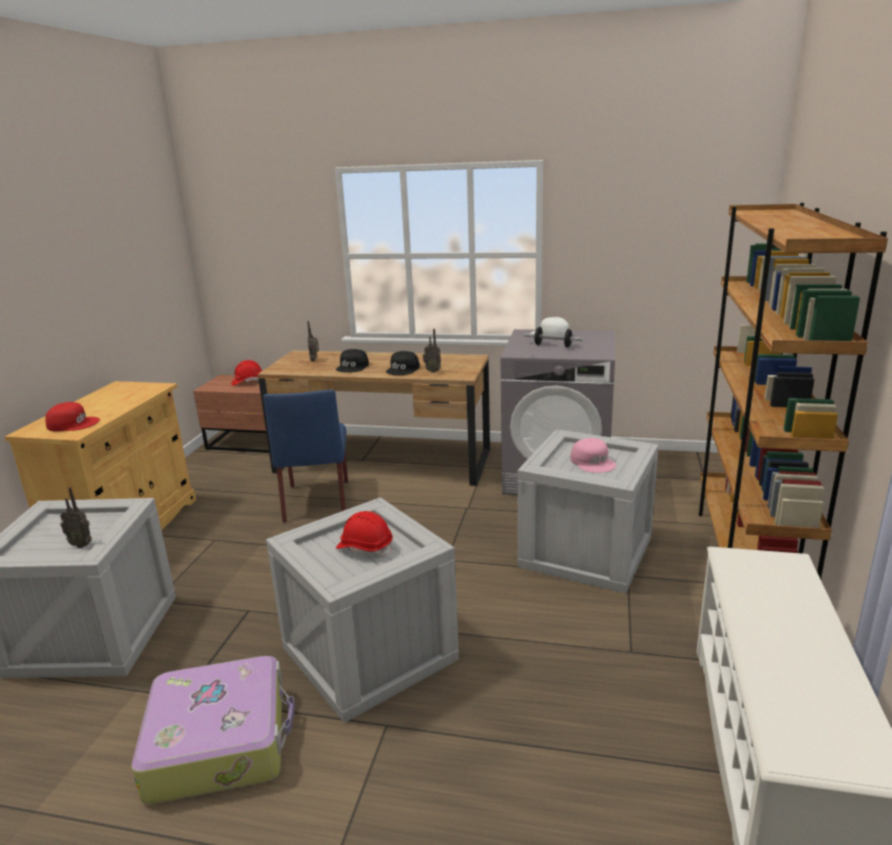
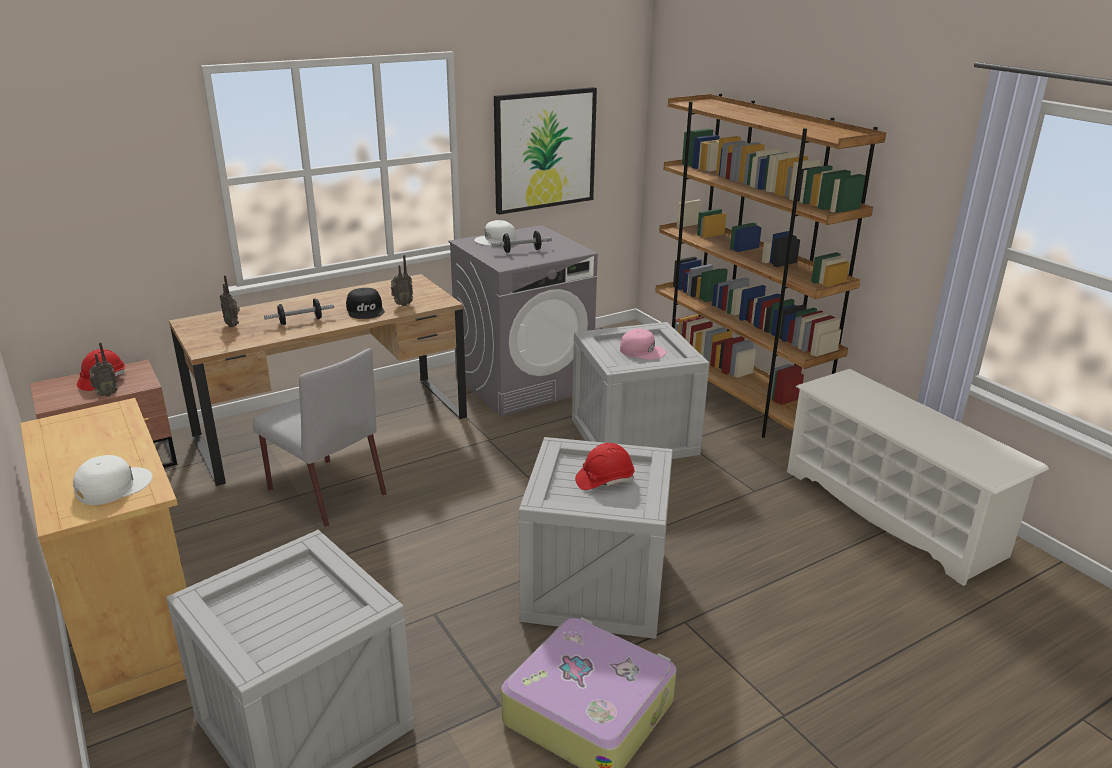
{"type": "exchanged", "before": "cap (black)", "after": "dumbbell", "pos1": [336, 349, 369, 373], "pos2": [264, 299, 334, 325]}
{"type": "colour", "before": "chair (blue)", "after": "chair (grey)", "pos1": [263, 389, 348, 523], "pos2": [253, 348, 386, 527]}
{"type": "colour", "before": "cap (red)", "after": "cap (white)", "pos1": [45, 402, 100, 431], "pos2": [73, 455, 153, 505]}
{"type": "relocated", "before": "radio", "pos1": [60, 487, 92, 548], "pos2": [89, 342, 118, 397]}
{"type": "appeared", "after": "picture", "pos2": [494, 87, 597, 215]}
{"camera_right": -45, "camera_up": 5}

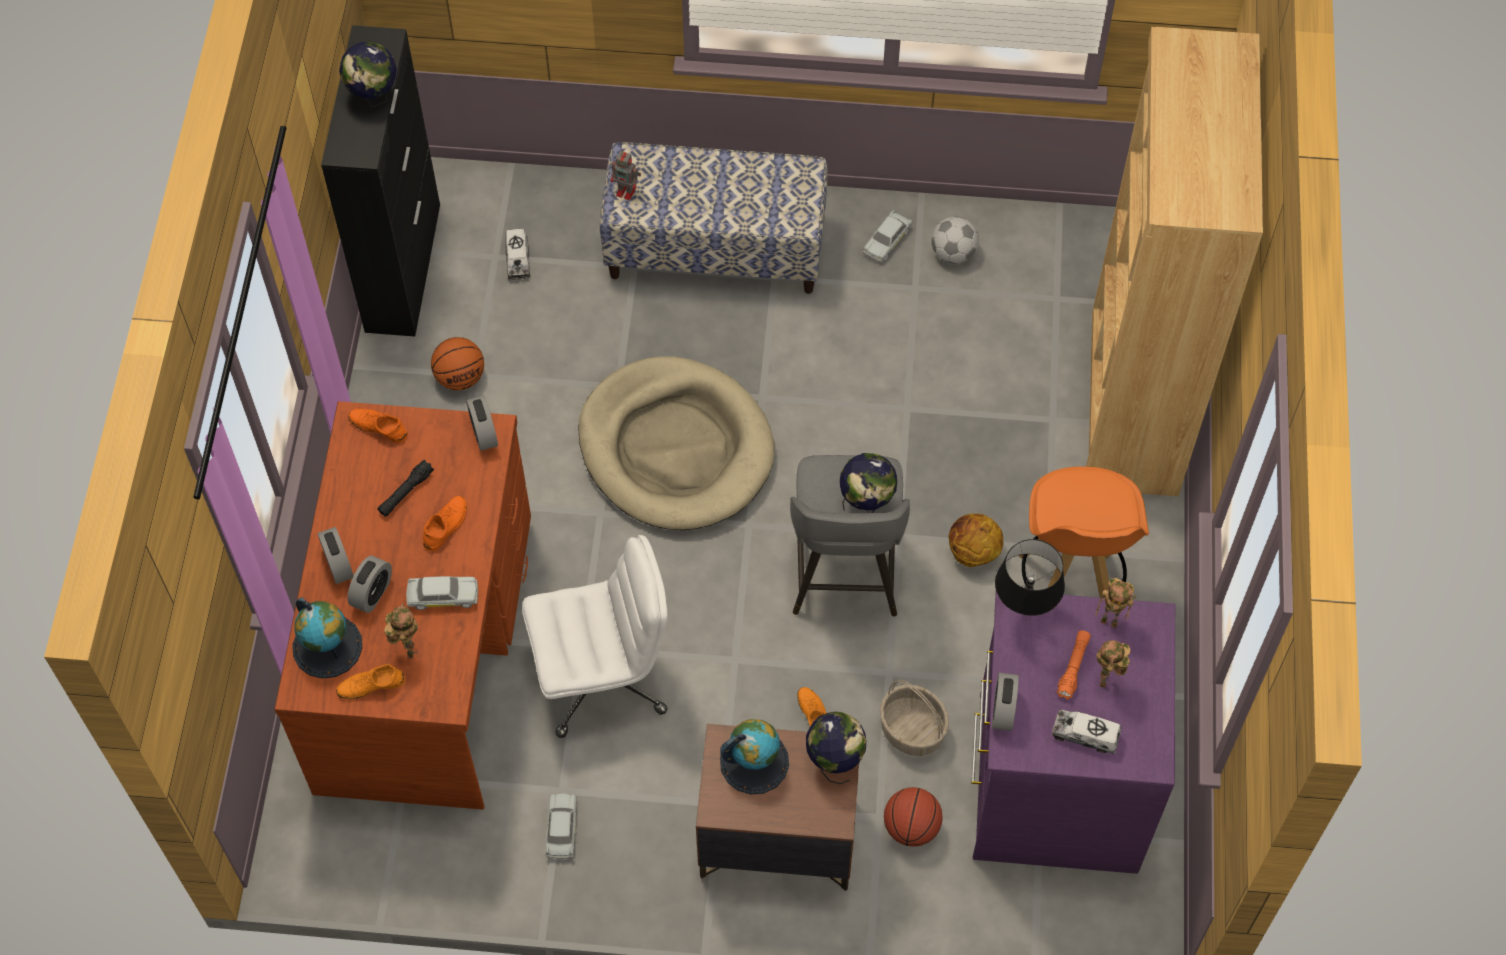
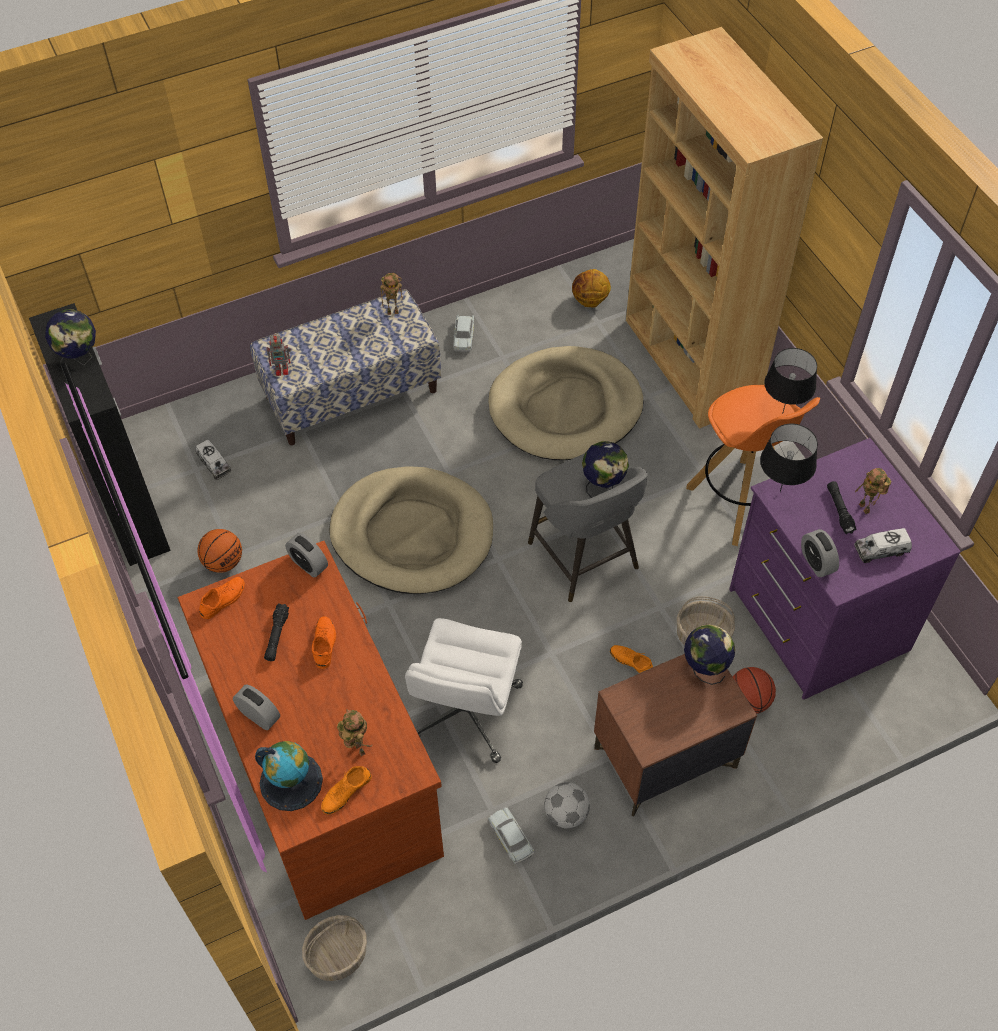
{"type": "relocated", "before": "football", "pos1": [931, 216, 979, 264], "pos2": [544, 782, 590, 829]}
{"type": "spun", "before": "shoe (orange)", "pos1": [348, 409, 408, 443], "pos2": [199, 577, 245, 619], "turn": 135}
{"type": "relocated", "before": "basketball", "pos1": [949, 514, 1004, 567], "pos2": [572, 269, 611, 308]}
{"type": "spun", "before": "office chair (white)", "pos1": [522, 535, 668, 738], "pos2": [405, 618, 523, 763], "turn": 150}
{"type": "missing", "before": "alarm clock", "pos1": [347, 555, 392, 613]}
{"type": "missing", "before": "toy car (white)", "pos1": [406, 576, 478, 610]}
{"type": "relocated", "before": "toy robot", "pos1": [1096, 578, 1136, 628], "pos2": [380, 273, 403, 315]}
{"type": "colour", "before": "flashlight (orange)", "after": "flashlight (black)", "pos1": [1057, 630, 1091, 700], "pos2": [827, 481, 856, 534]}
{"type": "missing", "before": "globe", "pos1": [720, 719, 789, 795]}
{"type": "appeared", "after": "dog bed (beige)", "pos2": [488, 346, 643, 460]}
{"type": "appeared", "after": "table lamp (black)", "pos2": [764, 348, 817, 414]}
{"type": "appeared", "after": "basket", "pos2": [302, 915, 367, 981]}
{"camera_right": -30, "camera_up": -5}

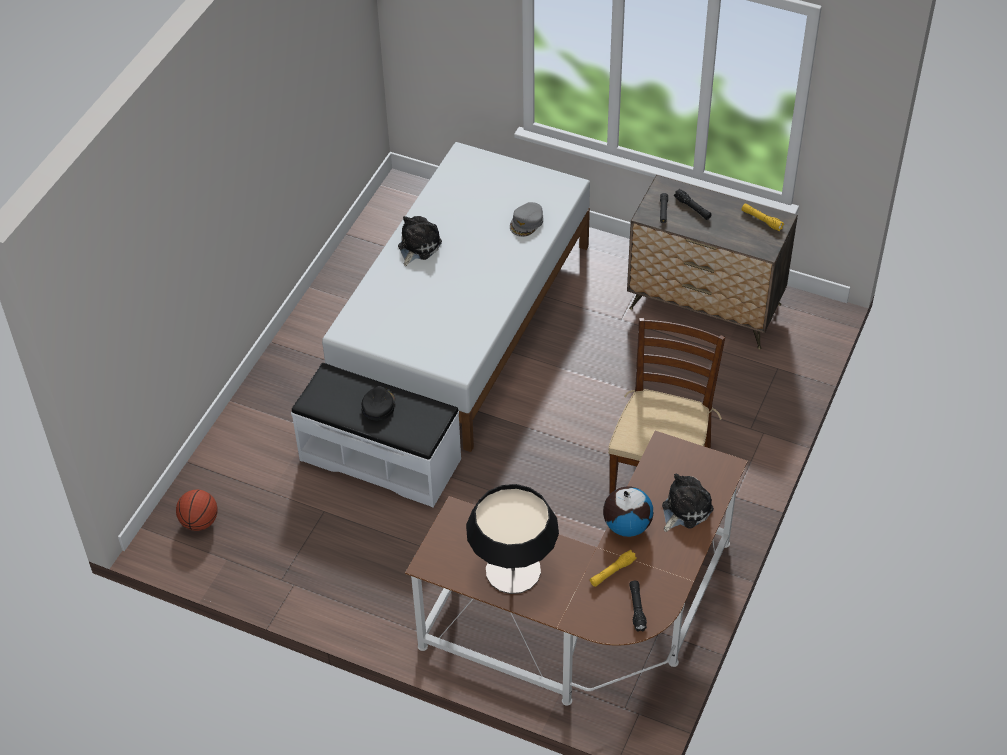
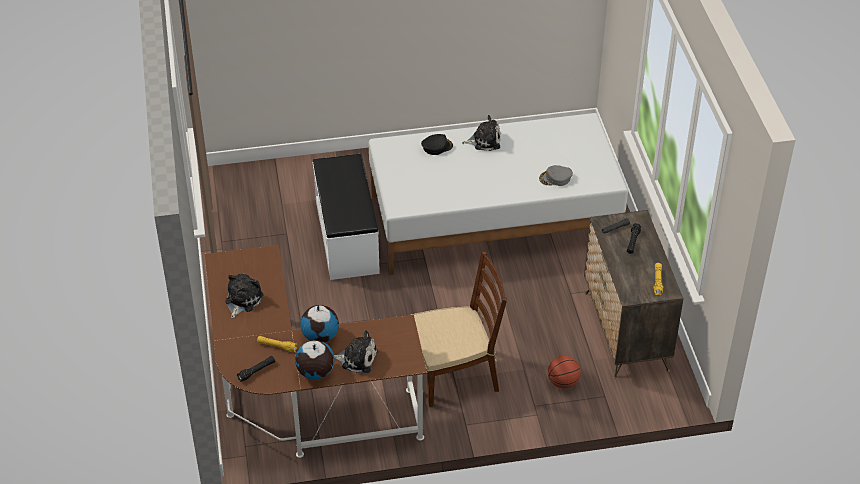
{"type": "relocated", "before": "cap (black)", "pos1": [361, 386, 395, 421], "pos2": [421, 134, 453, 155]}
{"type": "exchanged", "before": "table lamp", "after": "plush toy", "pos1": [466, 484, 559, 594], "pos2": [225, 274, 263, 318]}
{"type": "relocated", "before": "basketball", "pos1": [176, 490, 218, 531], "pos2": [548, 356, 581, 388]}
{"type": "appeared", "after": "globe", "pos2": [295, 340, 335, 380]}
{"camera_right": 55, "camera_up": -5}

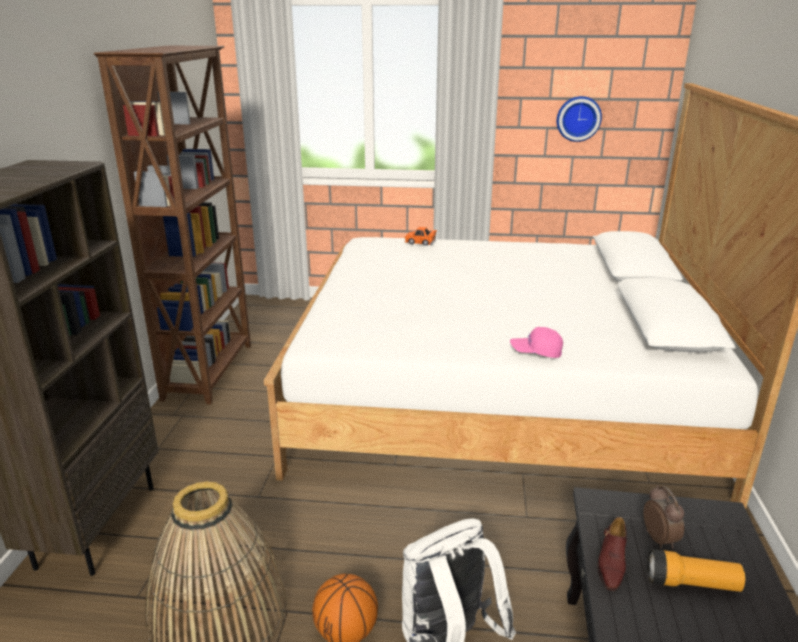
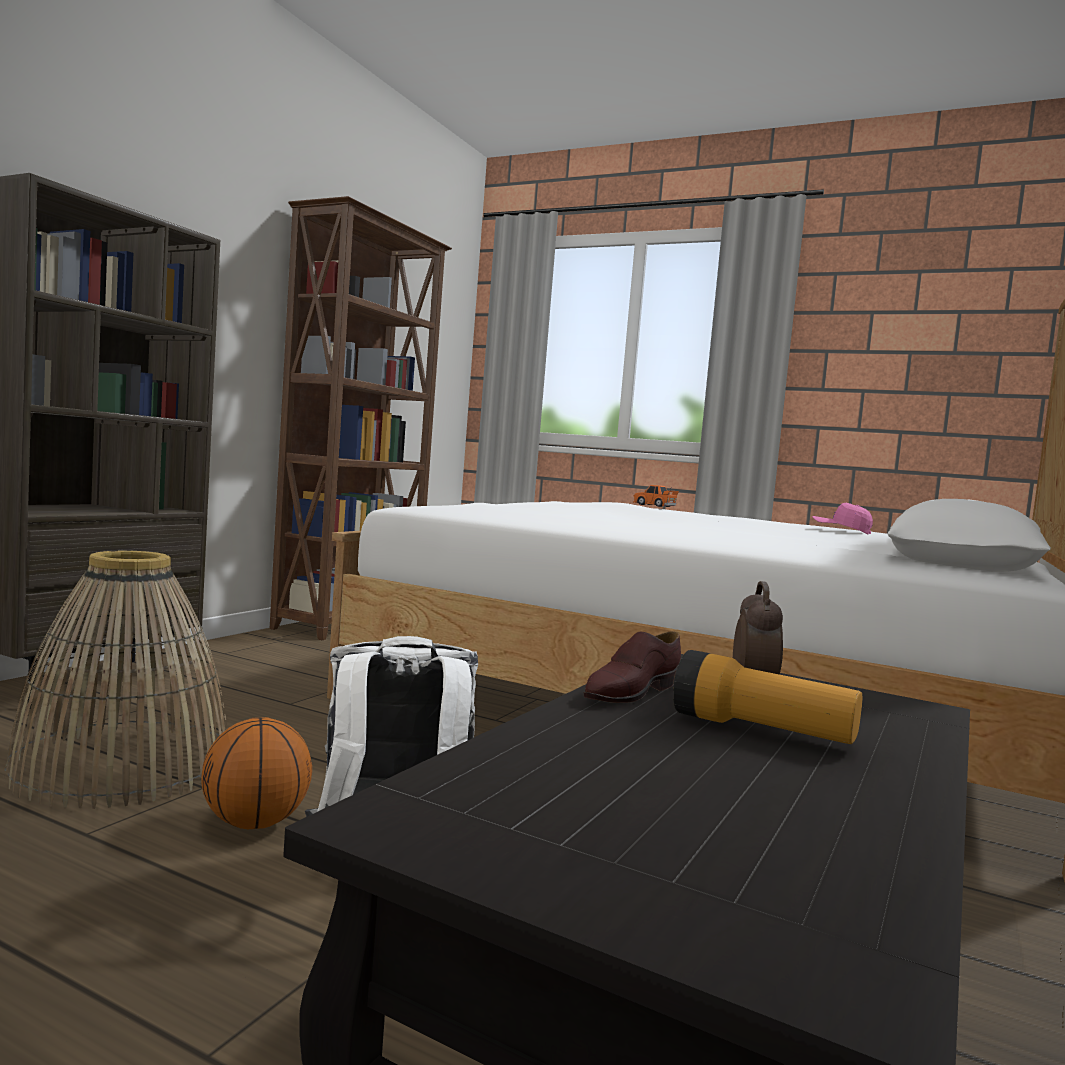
{"type": "missing", "before": "wall clock", "pos1": [557, 96, 602, 142]}
{"type": "relocated", "before": "cap (pink)", "pos1": [510, 327, 563, 358], "pos2": [812, 503, 873, 534]}
{"camera_right": 20, "camera_up": -20}

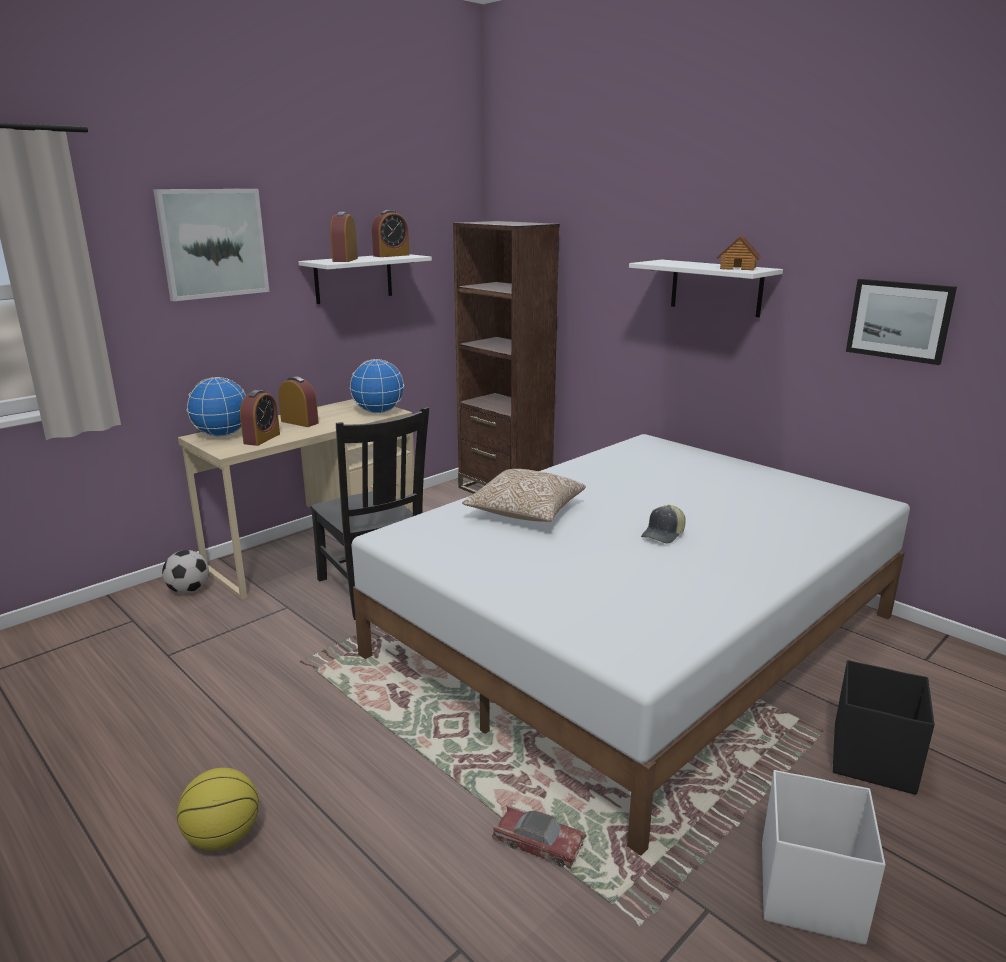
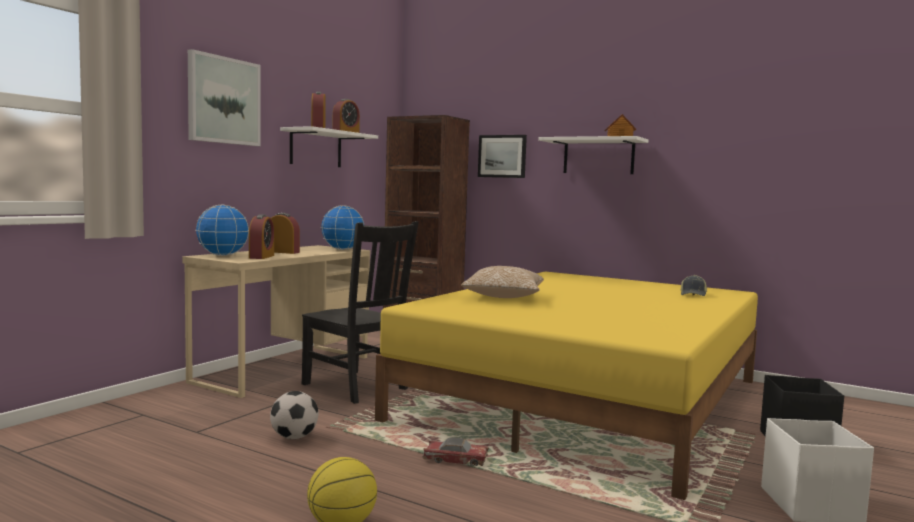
{"type": "relocated", "before": "picture", "pos1": [846, 279, 957, 365], "pos2": [478, 135, 527, 178]}
{"type": "colour", "before": "bed (white)", "after": "bed (yellow)", "pos1": [352, 434, 910, 856], "pos2": [375, 272, 758, 500]}
{"type": "relocated", "before": "cap", "pos1": [641, 505, 686, 543], "pos2": [681, 275, 707, 296]}
{"type": "relocated", "before": "football", "pos1": [162, 550, 209, 593], "pos2": [270, 391, 318, 439]}
{"type": "relocated", "before": "toy car", "pos1": [492, 805, 586, 869], "pos2": [422, 437, 489, 466]}
{"camera_right": -15, "camera_up": -15}

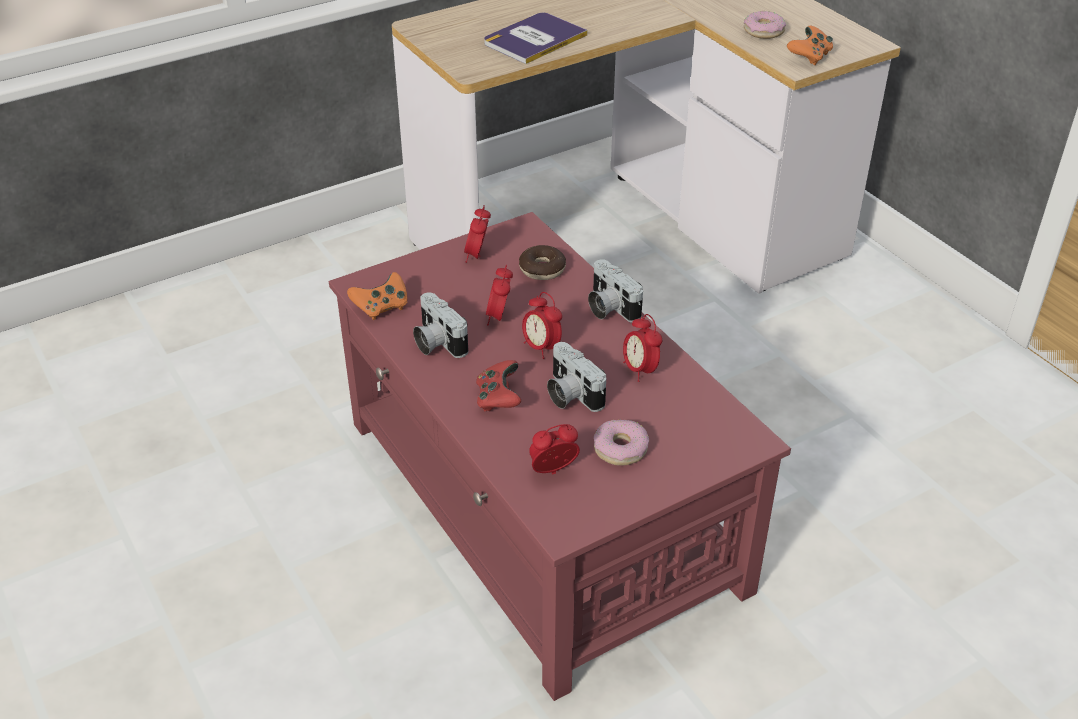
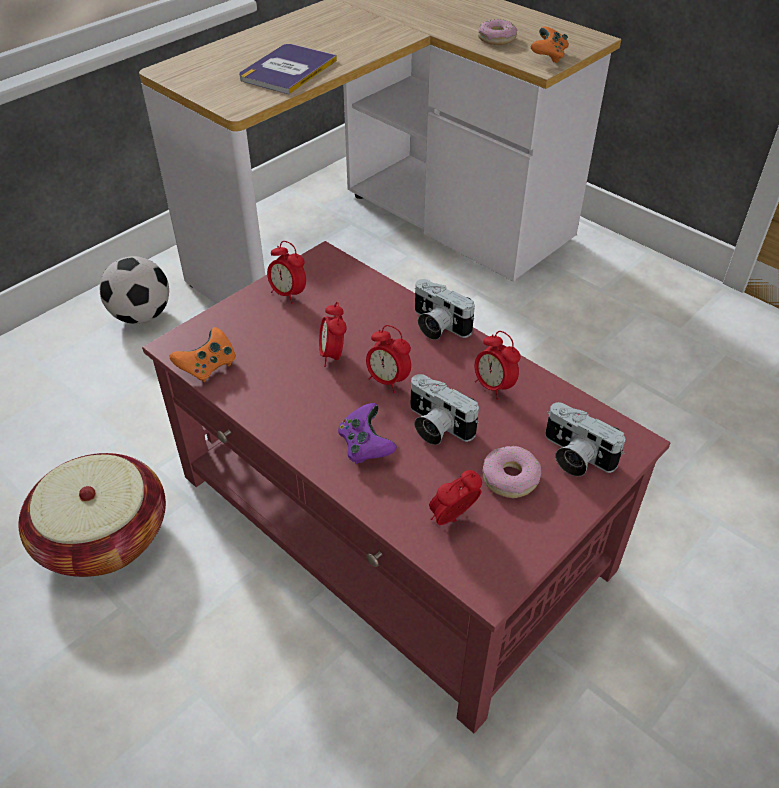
{"type": "spun", "before": "alarm clock", "pos1": [464, 205, 491, 263], "pos2": [267, 241, 306, 304], "turn": -45}
{"type": "missing", "before": "donut", "pos1": [519, 245, 566, 280]}
{"type": "relocated", "before": "photo camera", "pos1": [413, 292, 468, 358], "pos2": [545, 402, 625, 476]}
{"type": "colour", "before": "game controller (red)", "after": "game controller (purple)", "pos1": [476, 360, 521, 412], "pos2": [338, 403, 397, 464]}
{"type": "appeared", "after": "football", "pos2": [100, 256, 169, 324]}
{"type": "appeared", "after": "basket", "pos2": [18, 453, 166, 577]}
{"camera_right": -15, "camera_up": 5}

